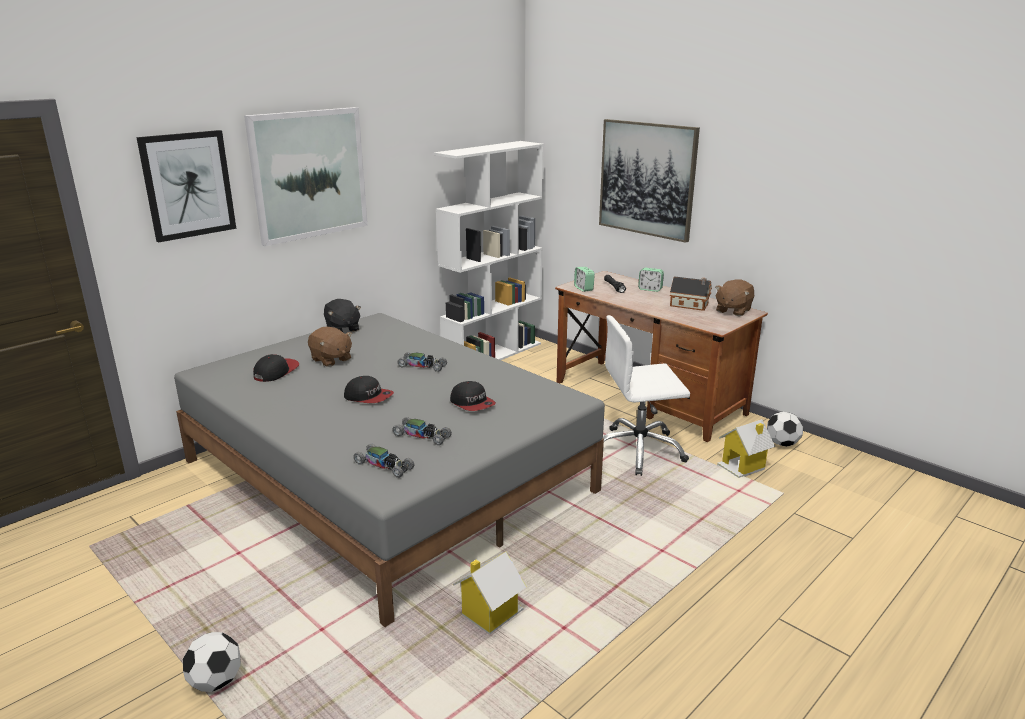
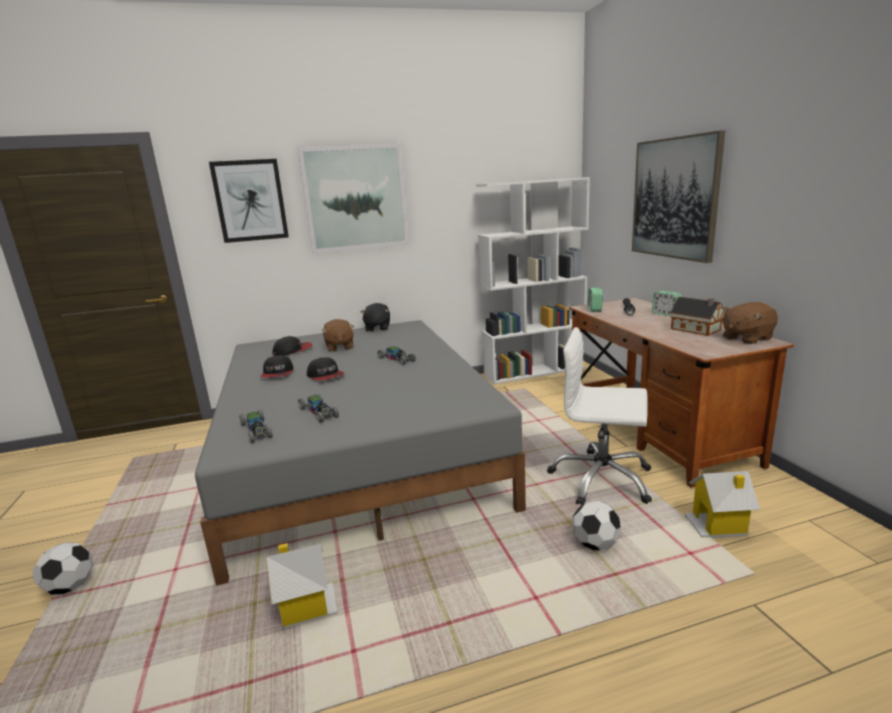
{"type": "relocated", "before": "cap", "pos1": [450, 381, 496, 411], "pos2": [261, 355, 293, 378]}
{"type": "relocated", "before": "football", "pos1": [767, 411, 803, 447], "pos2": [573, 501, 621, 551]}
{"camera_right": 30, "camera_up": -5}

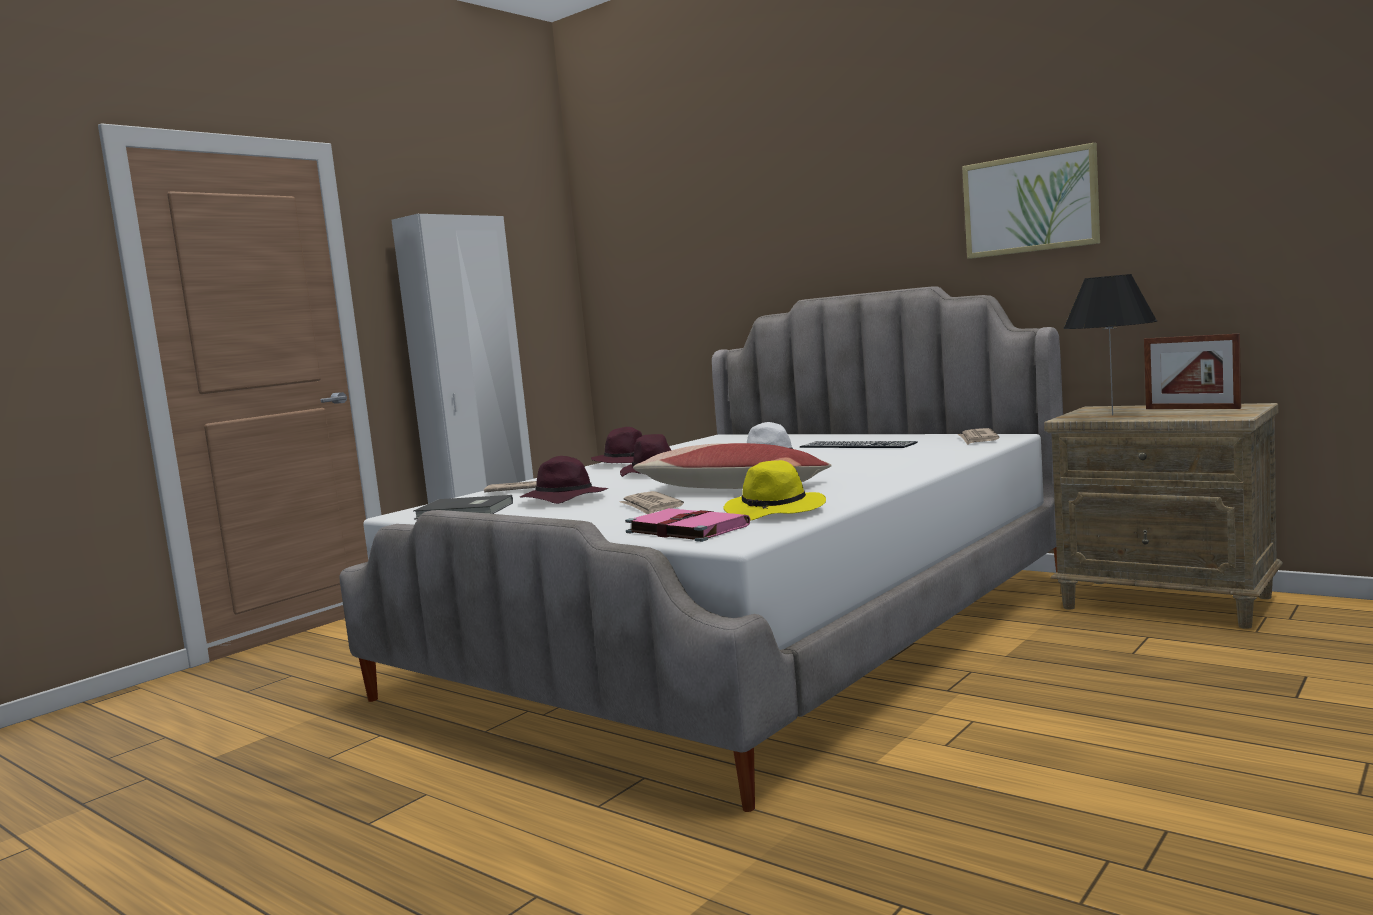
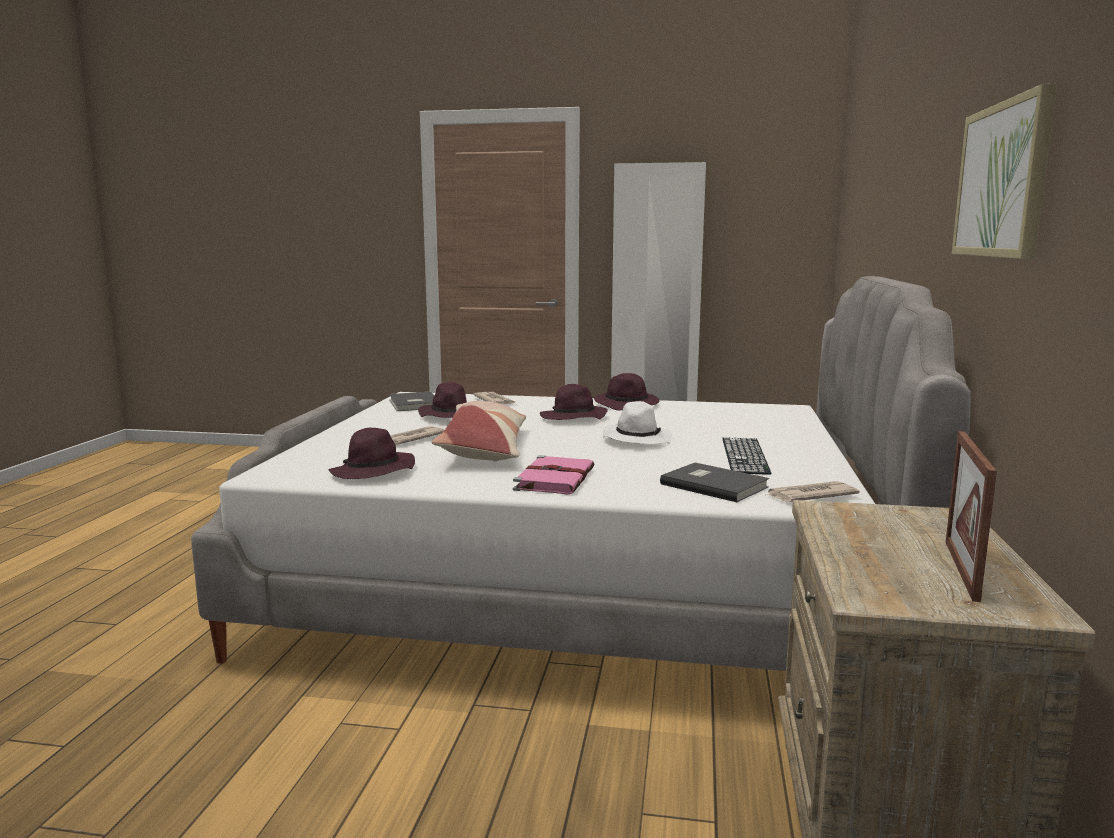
{"type": "missing", "before": "table lamp (black)", "pos1": [1063, 274, 1157, 415]}
{"type": "colour", "before": "hat (yellow)", "after": "hat (purple)", "pos1": [723, 460, 826, 521], "pos2": [328, 428, 415, 479]}
{"type": "relocated", "before": "book (pink)", "pos1": [625, 508, 750, 542], "pos2": [513, 455, 594, 494]}
{"type": "appeared", "after": "book (grey)", "pos2": [660, 463, 769, 502]}
{"camera_right": 60, "camera_up": 5}

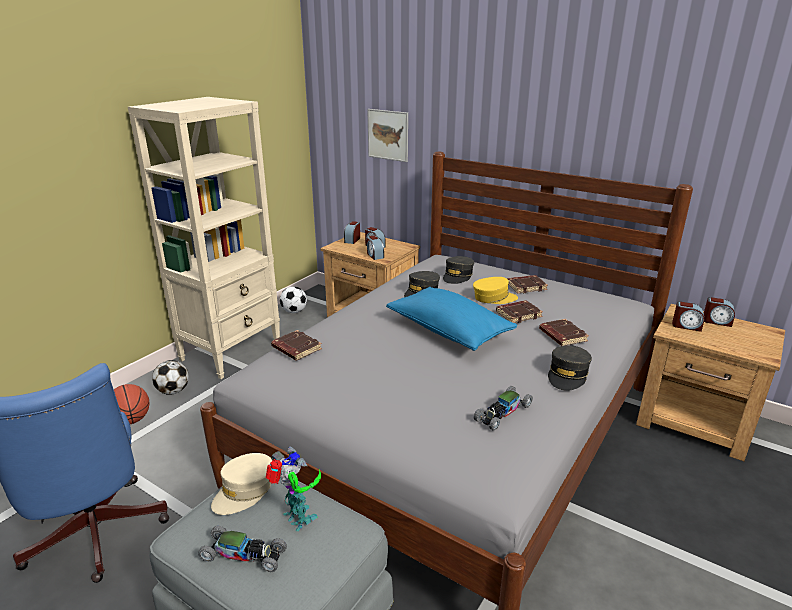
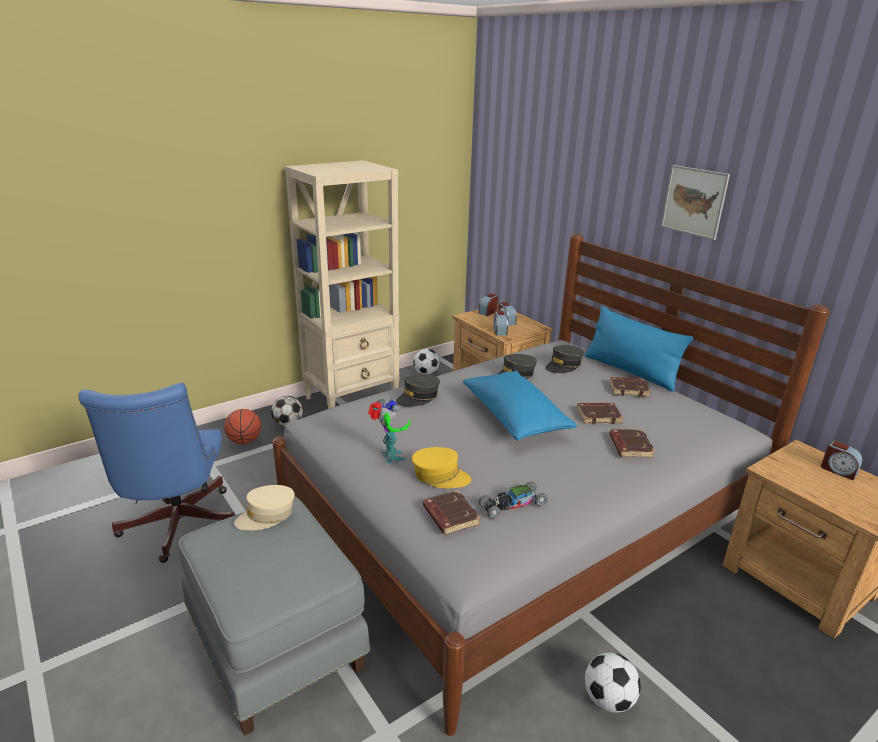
{"type": "relocated", "before": "picture", "pos1": [367, 109, 408, 162], "pos2": [661, 165, 730, 240]}
{"type": "relocated", "before": "cap (yellow)", "pos1": [473, 277, 518, 304], "pos2": [412, 447, 471, 488]}
{"type": "missing", "before": "alarm clock", "pos1": [672, 301, 704, 332]}
{"type": "relocated", "before": "book (brown)", "pos1": [271, 330, 322, 361], "pos2": [423, 490, 480, 535]}
{"type": "relocated", "before": "cap (grey)", "pos1": [548, 345, 592, 391], "pos2": [396, 374, 440, 407]}
{"type": "relocated", "before": "toy robot", "pos1": [266, 446, 321, 531], "pos2": [368, 398, 410, 464]}
{"type": "missing", "before": "toy car", "pos1": [198, 526, 287, 572]}
{"type": "appeared", "after": "pillow (blue)", "pos2": [585, 307, 693, 392]}
{"type": "appeared", "after": "football", "pos2": [585, 653, 641, 713]}
{"camera_right": 20, "camera_up": 0}

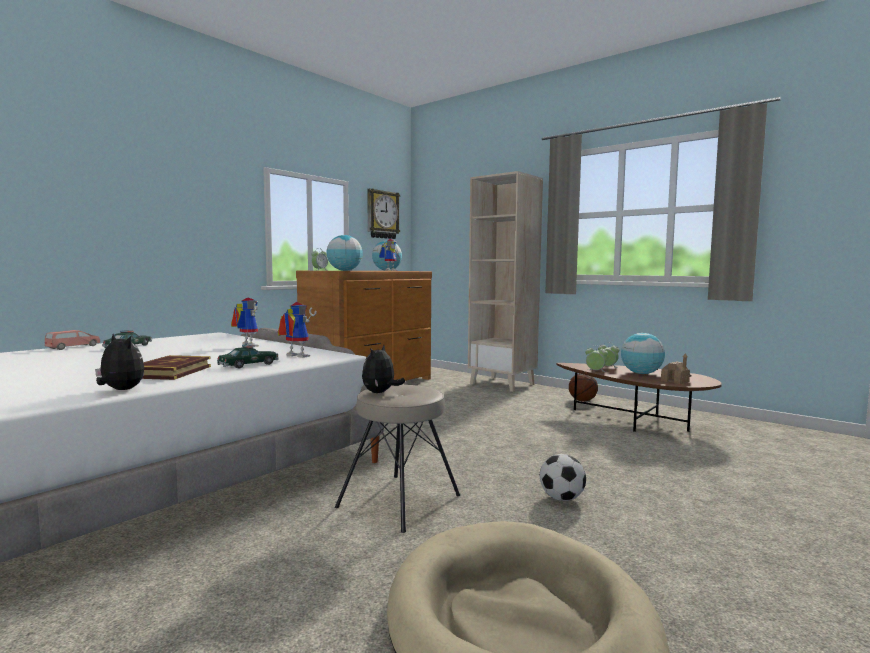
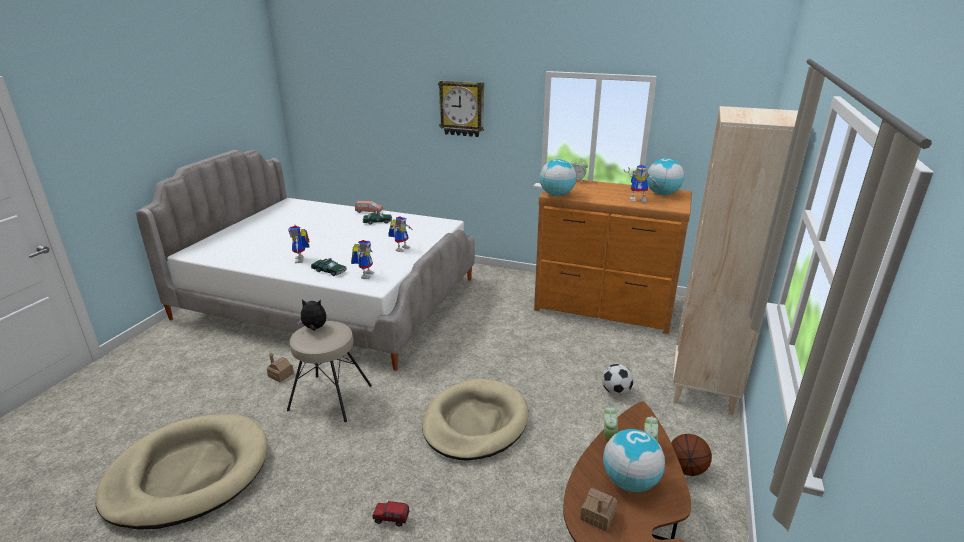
{"type": "relocated", "before": "wall clock", "pos1": [367, 188, 400, 239], "pos2": [438, 80, 484, 137]}
{"type": "missing", "before": "plush toy", "pos1": [95, 334, 144, 390]}
{"type": "exchanged", "before": "book", "after": "toy robot", "pos1": [142, 355, 211, 380], "pos2": [288, 224, 310, 263]}
{"type": "relocated", "before": "football", "pos1": [540, 454, 586, 501], "pos2": [602, 364, 633, 395]}
{"type": "appeared", "after": "toy house", "pos2": [267, 353, 294, 382]}
{"type": "appeared", "after": "dog bed (beige)", "pos2": [422, 379, 528, 460]}
{"type": "appeared", "after": "toy truck", "pos2": [373, 501, 409, 526]}
{"camera_right": 70, "camera_up": 20}

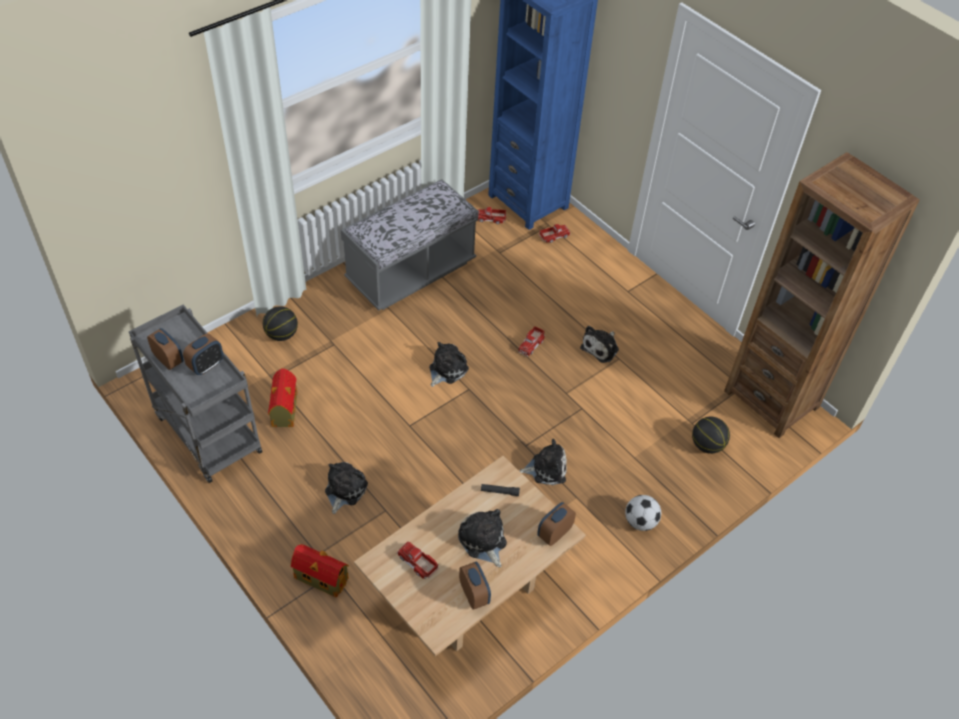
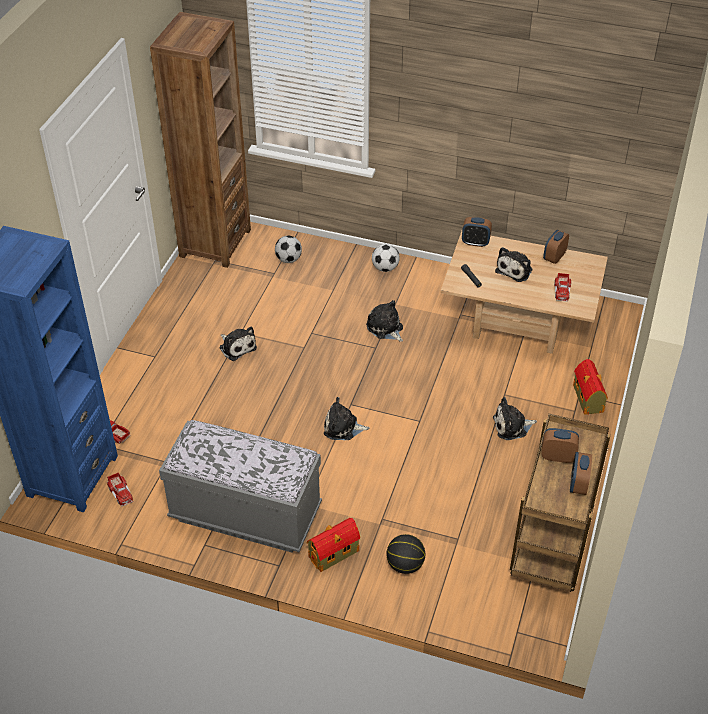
{"type": "colour", "before": "cart (grey)", "after": "cart (brown)", "pos1": [129, 305, 263, 483], "pos2": [510, 414, 610, 592]}
{"type": "missing", "before": "toy truck", "pos1": [518, 326, 545, 357]}
{"type": "spun", "before": "plush toy", "pos1": [580, 326, 619, 363], "pos2": [220, 326, 257, 361], "turn": 45}
{"type": "relocated", "before": "toy house", "pos1": [268, 369, 297, 427], "pos2": [307, 518, 360, 572]}
{"type": "exchanged", "before": "basketball", "after": "football", "pos1": [692, 416, 730, 454], "pos2": [275, 236, 302, 263]}
{"camera_right": -120, "camera_up": -5}

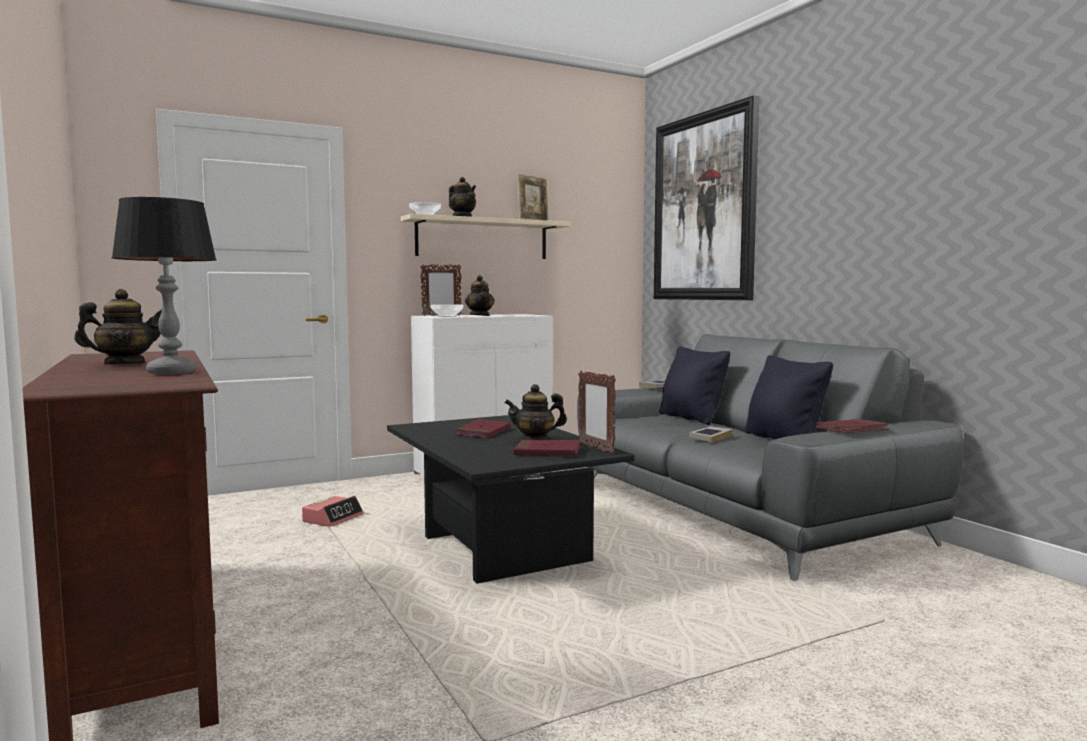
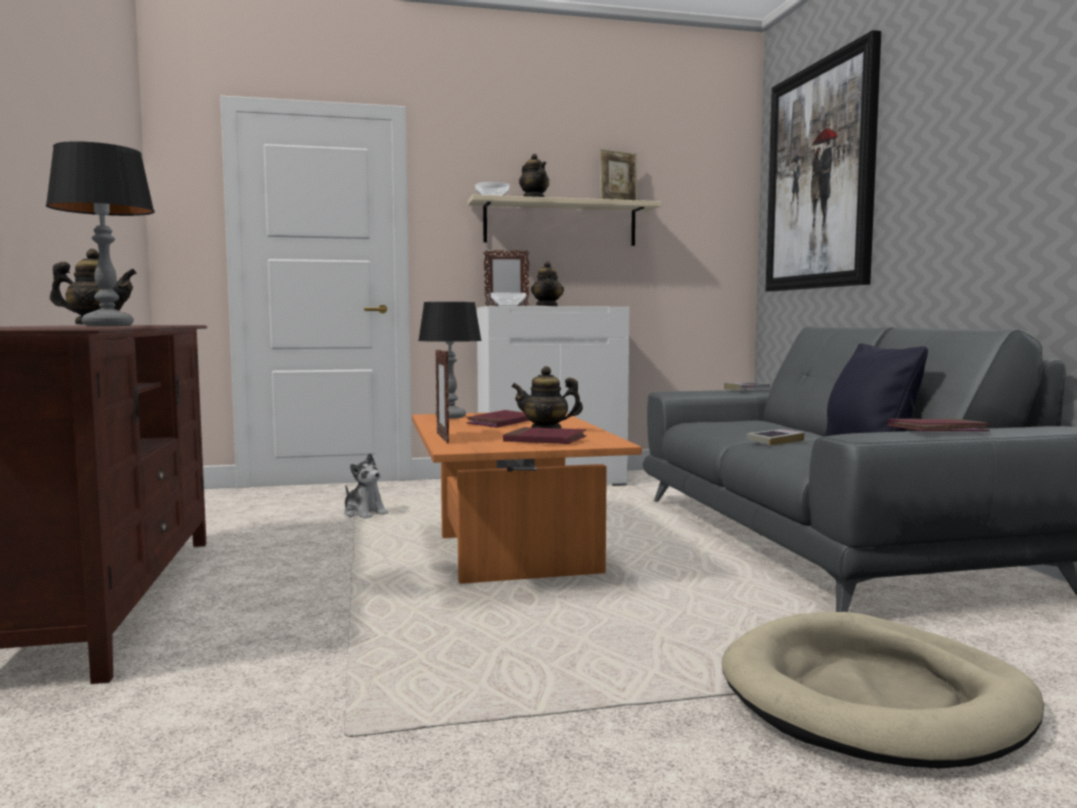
{"type": "missing", "before": "pillow (black)", "pos1": [659, 346, 730, 425]}
{"type": "relocated", "before": "picture frame", "pos1": [578, 371, 616, 454], "pos2": [435, 349, 449, 443]}
{"type": "colour", "before": "coffee table (black)", "after": "coffee table (orange)", "pos1": [387, 415, 634, 584], "pos2": [412, 412, 642, 584]}
{"type": "exchanged", "before": "alarm clock", "after": "plush toy", "pos1": [302, 496, 363, 527], "pos2": [344, 453, 388, 518]}
{"type": "appeared", "after": "table lamp", "pos2": [418, 302, 482, 419]}
{"type": "appeared", "after": "dog bed (beige)", "pos2": [722, 612, 1044, 769]}
{"camera_right": 15, "camera_up": 0}

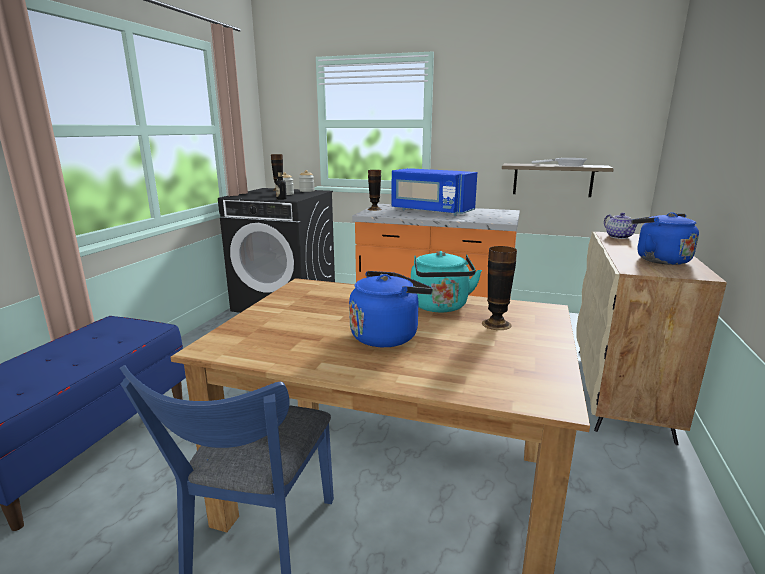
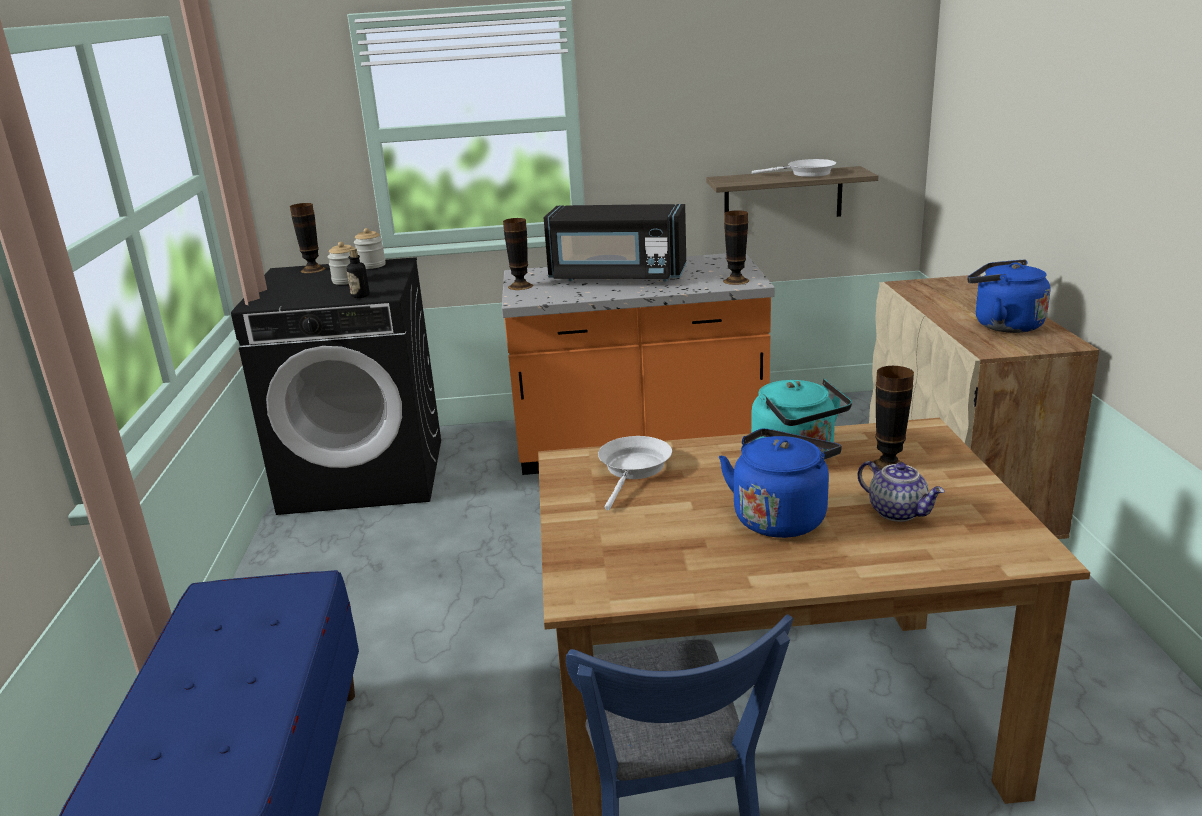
{"type": "colour", "before": "microwave (blue)", "after": "microwave (black)", "pos1": [391, 168, 477, 216], "pos2": [544, 204, 686, 281]}
{"type": "relocated", "before": "teapot", "pos1": [604, 212, 638, 239], "pos2": [858, 461, 945, 522]}
{"type": "appeared", "after": "vase", "pos2": [723, 210, 749, 285]}
{"type": "appeared", "after": "frying pan (white)", "pos2": [598, 436, 672, 510]}
{"camera_right": -20, "camera_up": 5}

